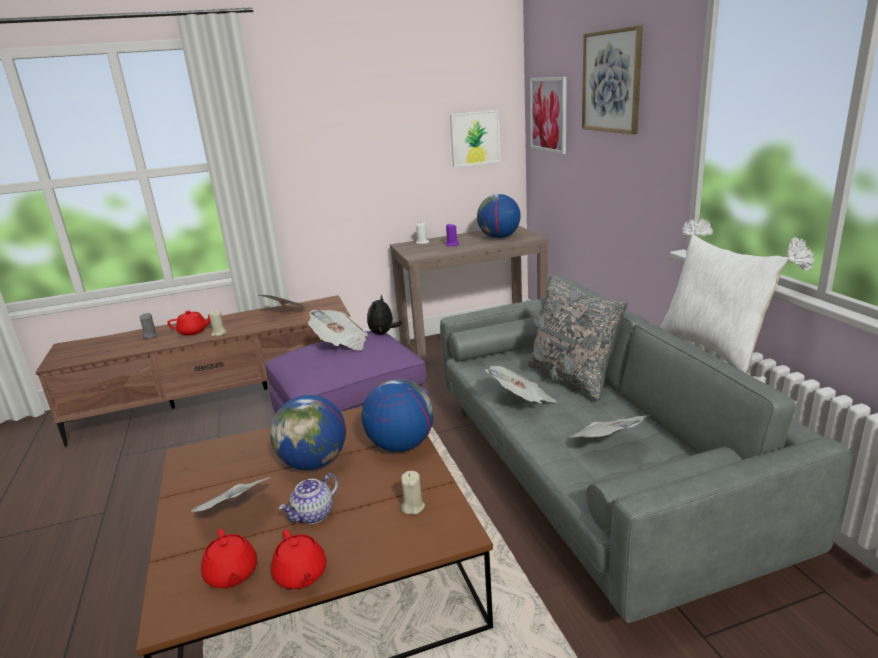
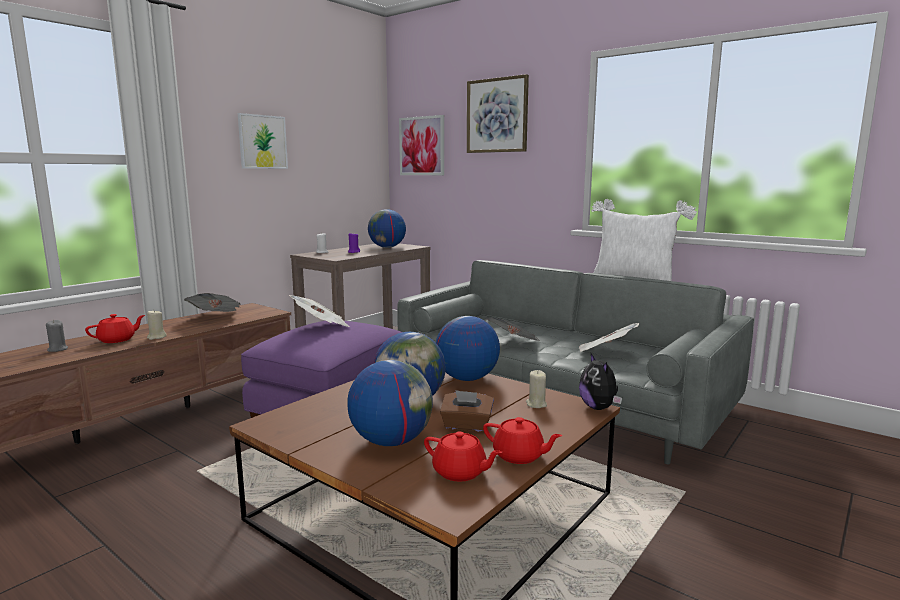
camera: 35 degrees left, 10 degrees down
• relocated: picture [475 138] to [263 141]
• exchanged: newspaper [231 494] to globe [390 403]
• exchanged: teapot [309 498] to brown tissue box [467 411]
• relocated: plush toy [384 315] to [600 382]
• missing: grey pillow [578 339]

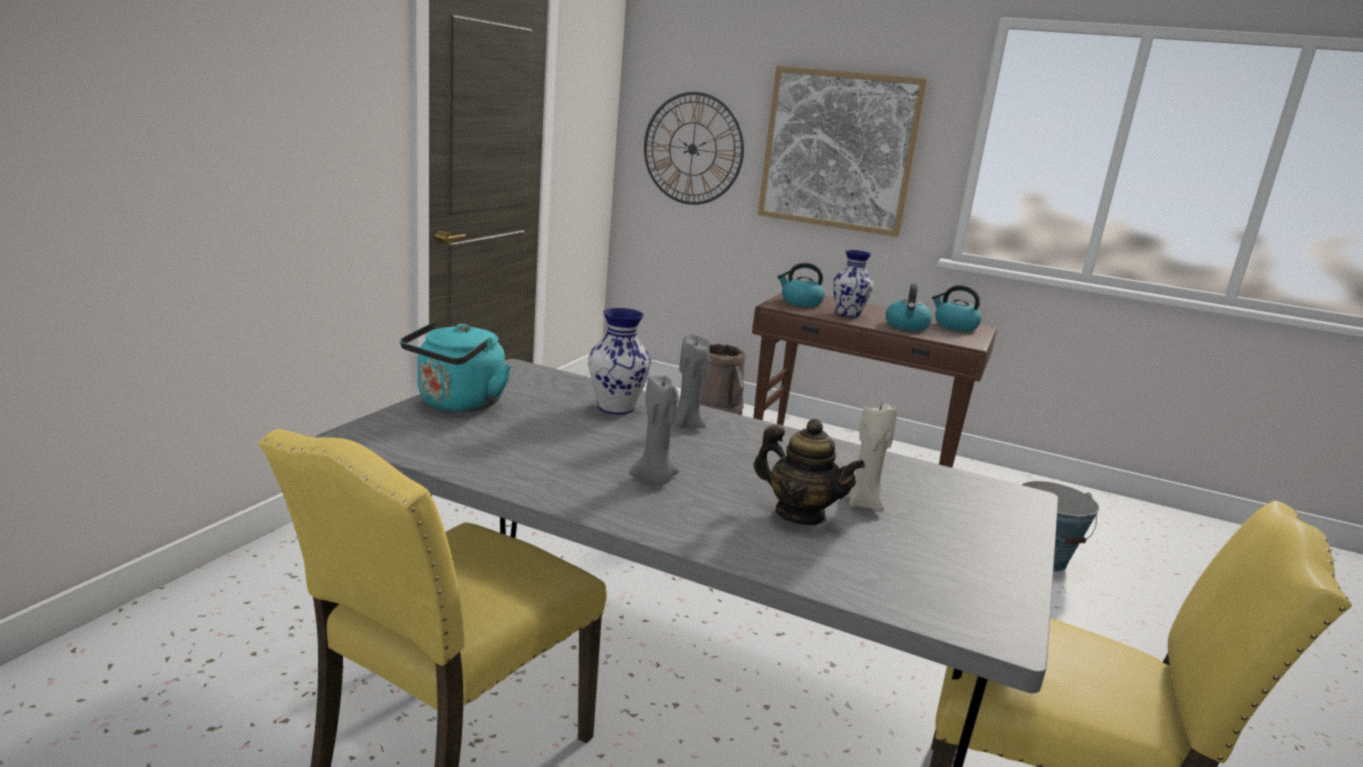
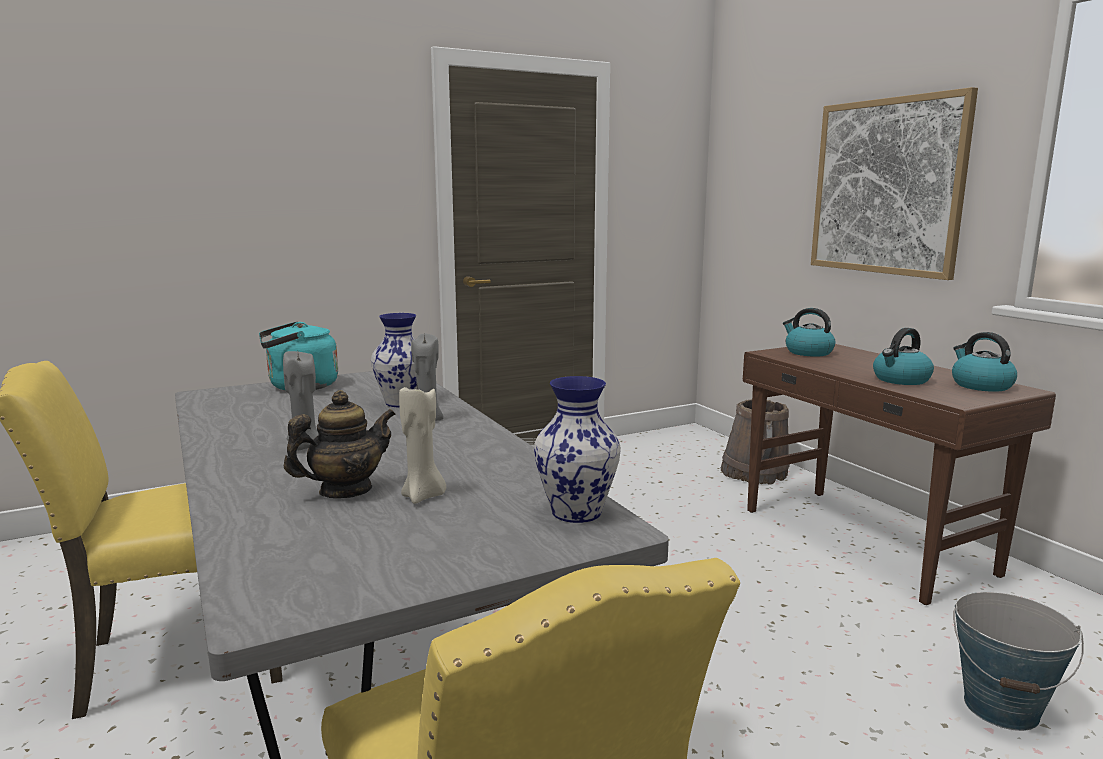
camera: 40 degrees right, 5 degrees down
• spun: teapot [809 472] = [340 444] 105 degrees counterclockwise
• relocated: vase [853 283] to [577 449]
• missing: wall clock [694 148]

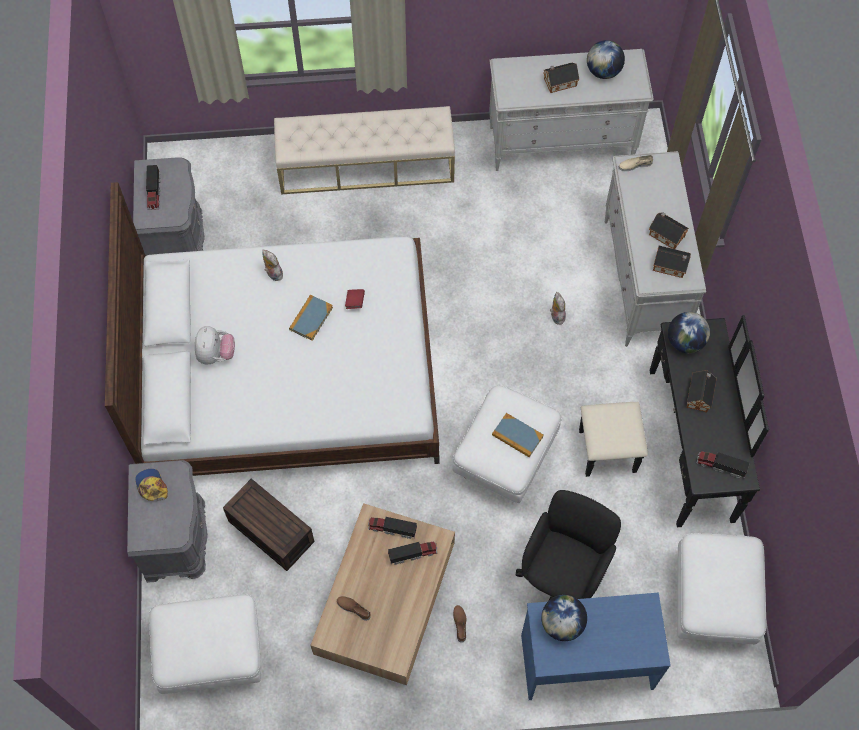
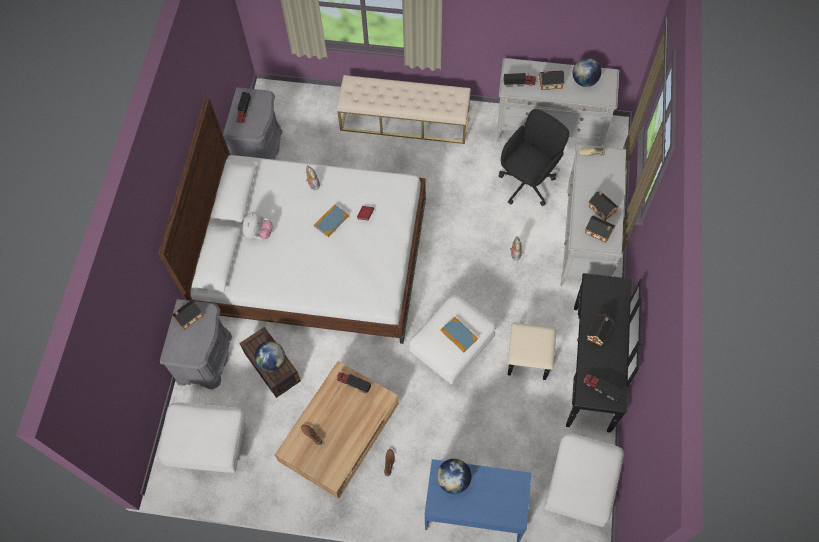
camera: 15 degrees right, 0 degrees up
• exchanged: cap [151 485] to toy house [188 315]
• relocated: globe [689 332] to [269 356]
• relocated: black office chair [568 545] to [534 157]
• relocated: toy truck [413 553] to [520 80]

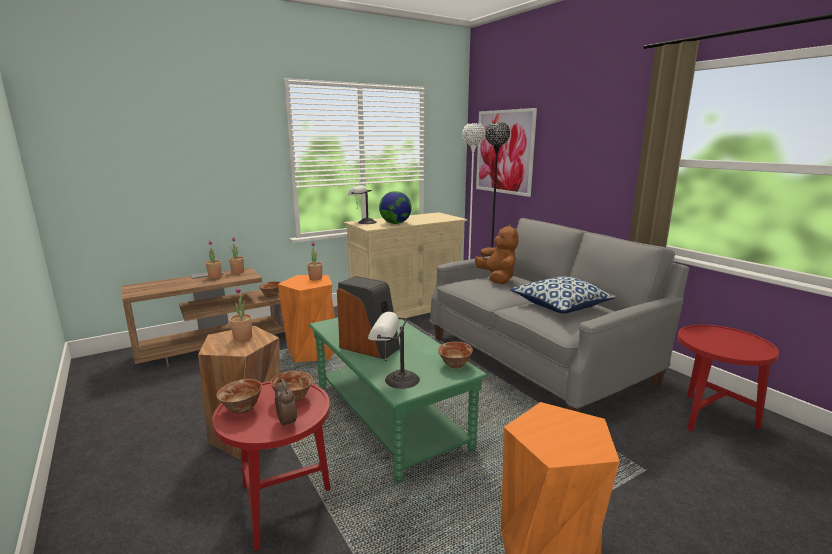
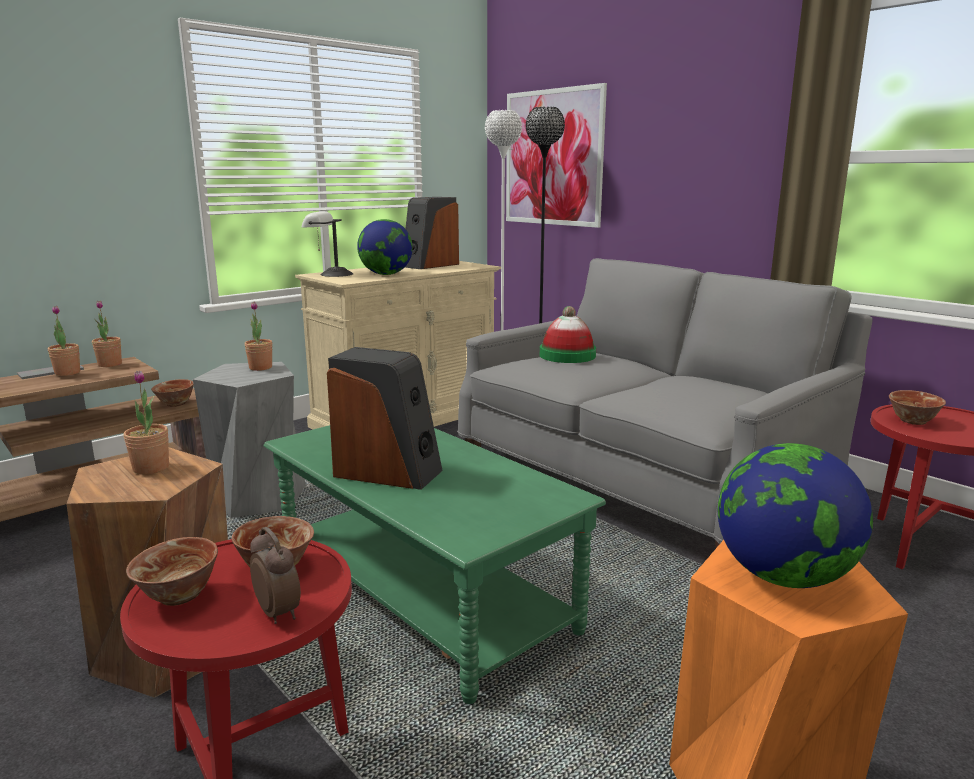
camera: 10 degrees left, 0 degrees up
• colour: orange stool [306 318] to grey stool [249 440]
• appeared: speaker [432 233]
• exchanged: brown plush toy [497 254] to hat [568 334]
• appeared: globe [795 515]
• relocated: bowl [455 355] to [917 407]
• missing: table lamp [394 350]
• missing: pillow [563 295]

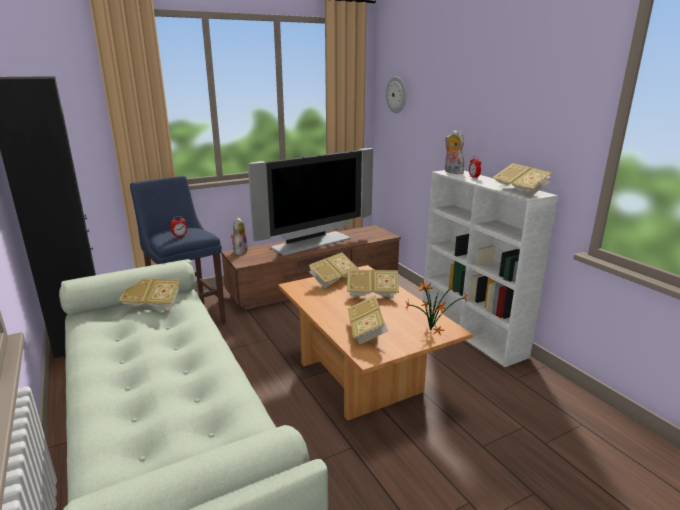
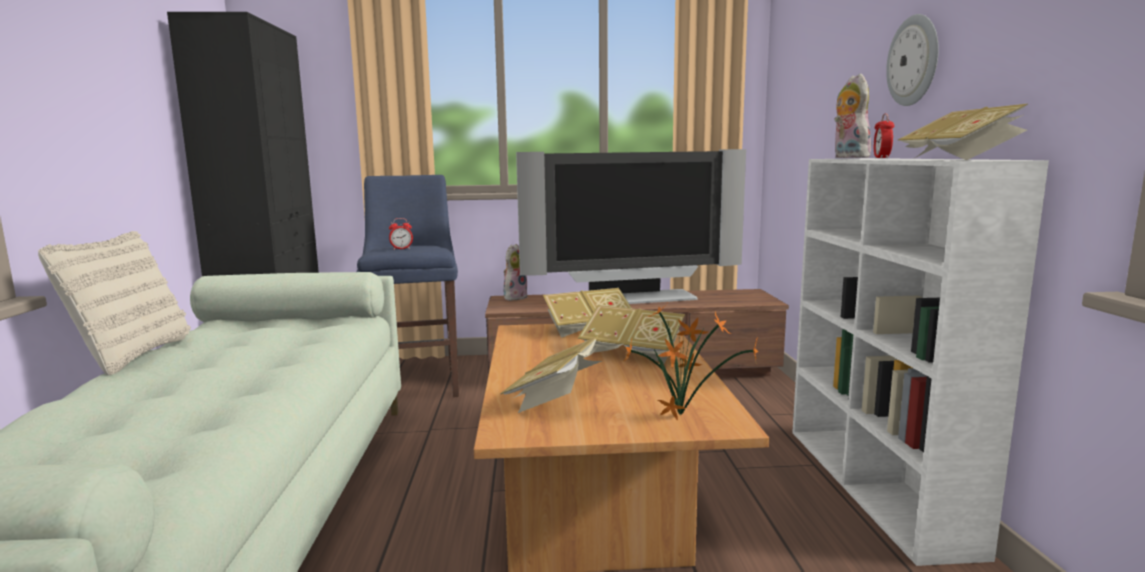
camera: 25 degrees right, 10 degrees down
• appeared: beige pillow [114 303]
• relocated: wall clock [396 95] to [912 60]
• missing: book [149 294]

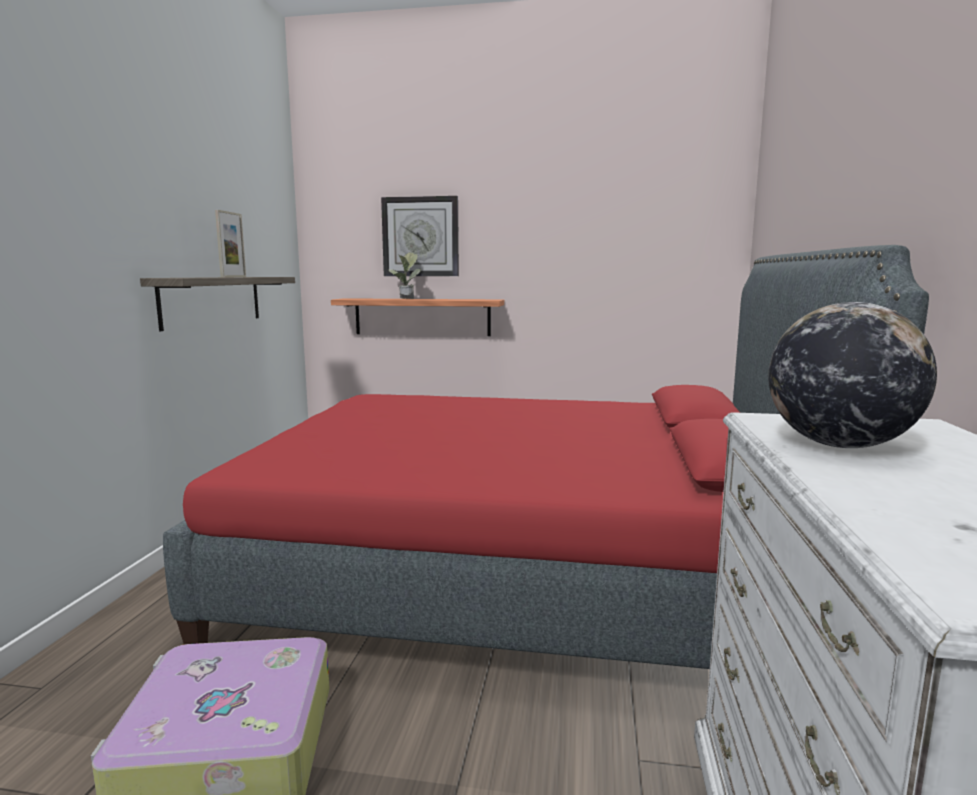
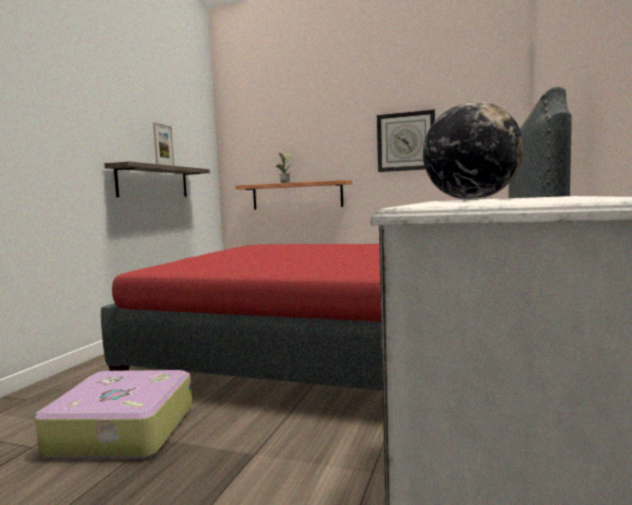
camera: 10 degrees right, 5 degrees down
• relocated: wall clock [420 236] to [406 140]

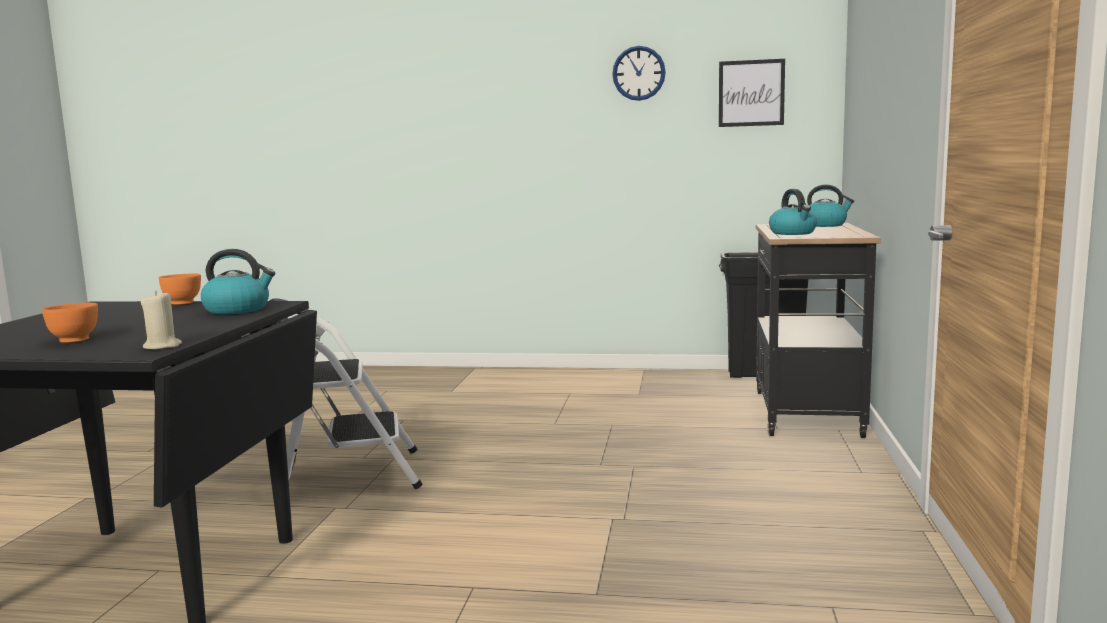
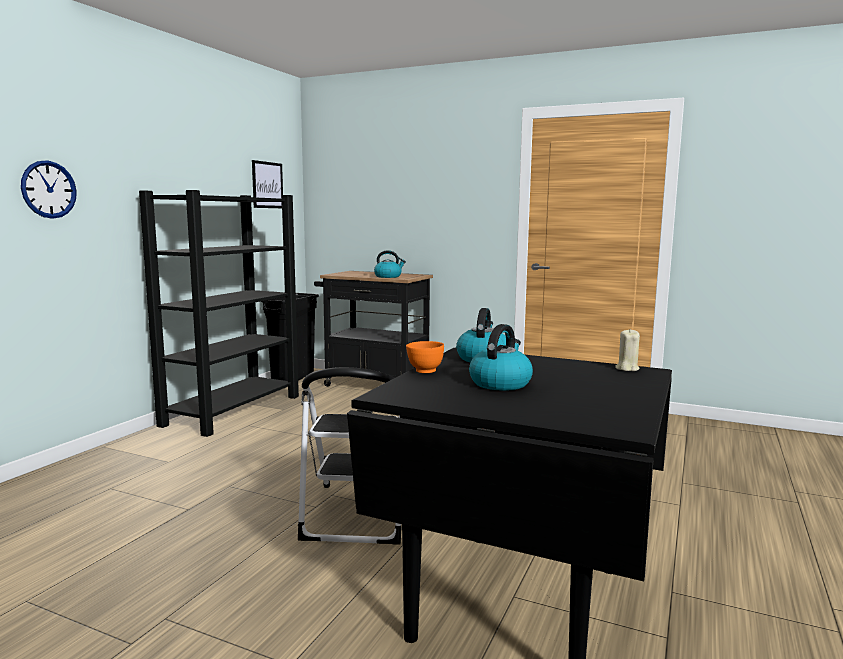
camera: 75 degrees left, 0 degrees up
• relocated: wall clock [639 73] to [49 189]
• appeared: black bookcase [219 313]
• relocated: kettle [830 205] to [501 357]
• missing: orange bowl [70 323]

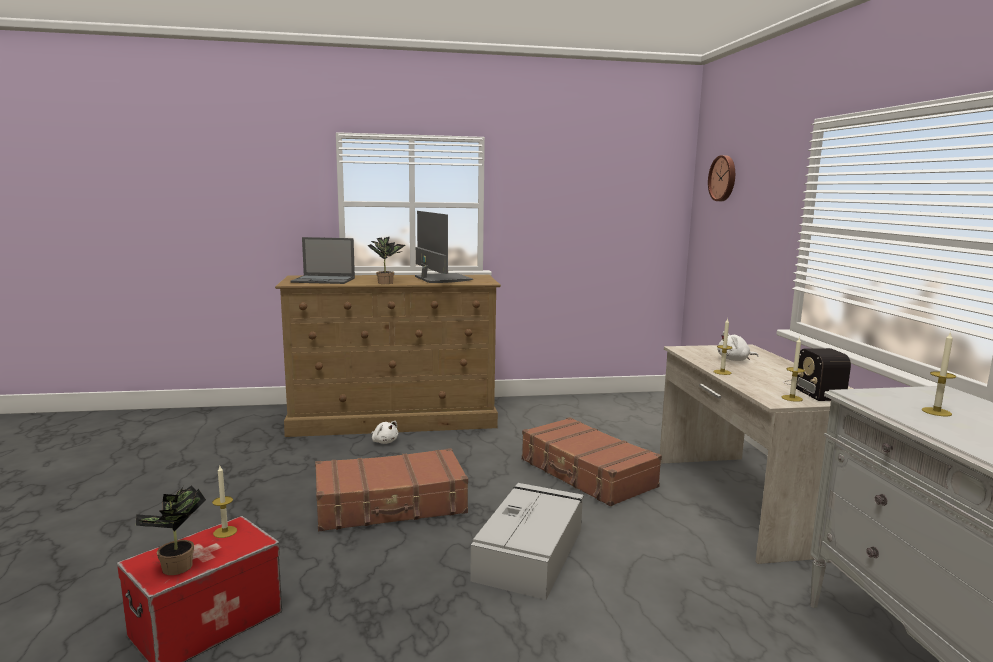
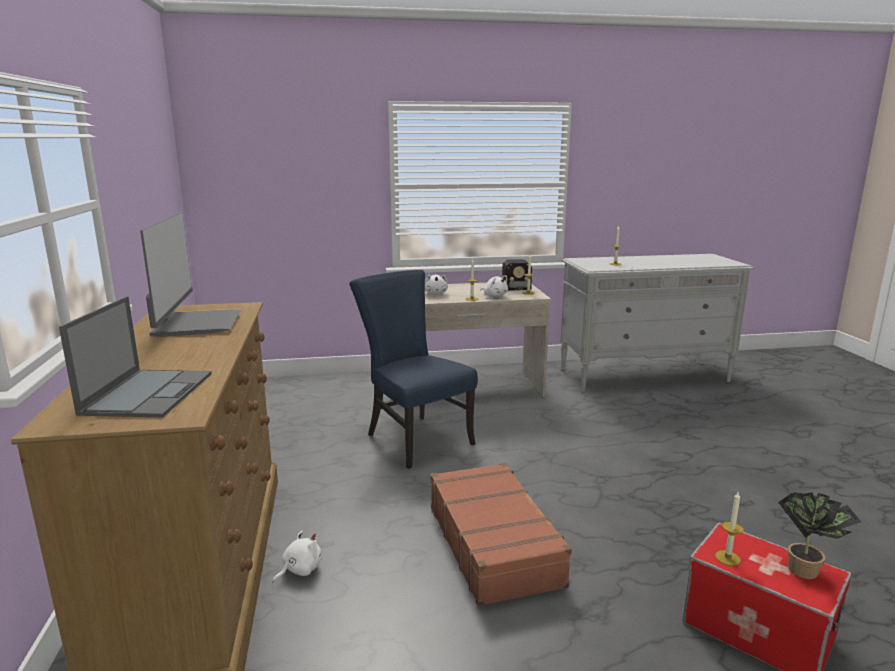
camera: 90 degrees left, 5 degrees up
• spun: monitor [444 247] = [190 274] 105 degrees clockwise
• exchanged: brown suitcase [592 461] to blue chair [413 369]
• appeared: white plush toy [494 286]
• missing: potted plant [386 260]
• missing: grey storage box [527 541]
• missing: wall clock [721 178]

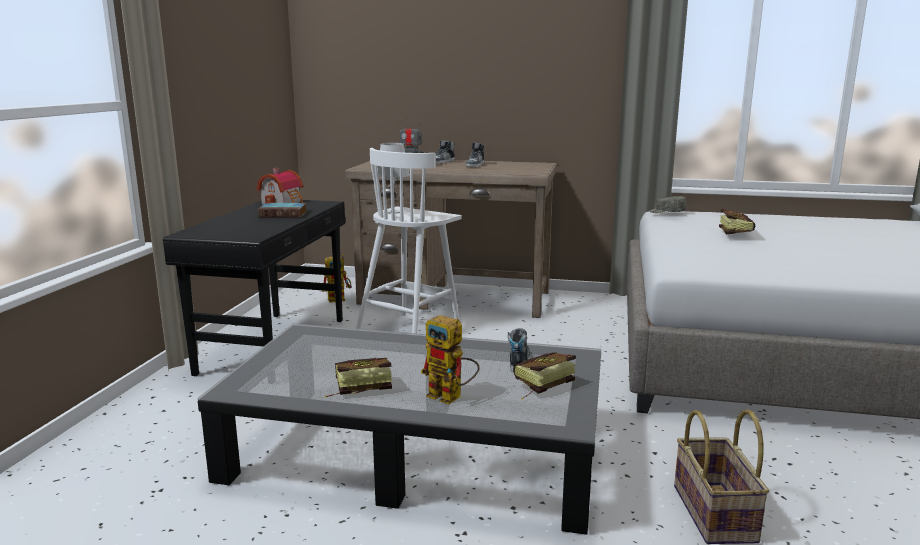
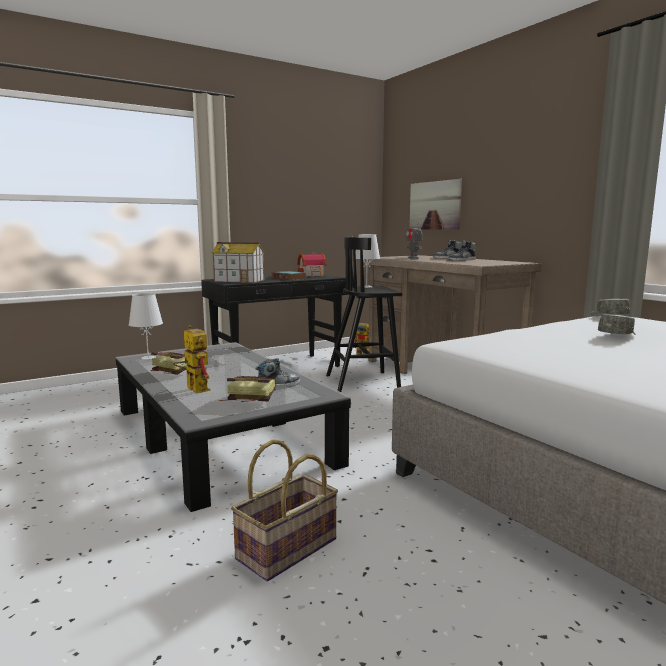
camera: 45 degrees right, 5 degrees down
• appeared: white table lamp [146 327]
• spun: toy robot [450 360] = [191 359] 150 degrees clockwise
• appeared: toy house [238 262]
• colour: white stool [409 241] to black stool [364 314]
• appeared: picture [435 204]
• exchanged: book [737 222] to grey cap [617 324]

